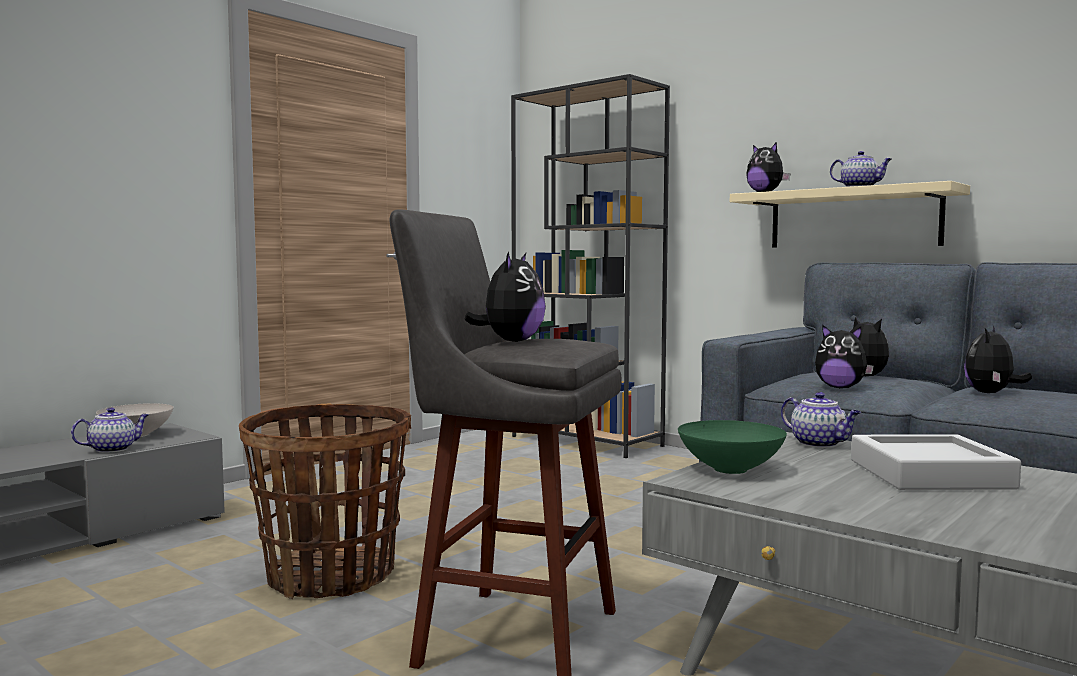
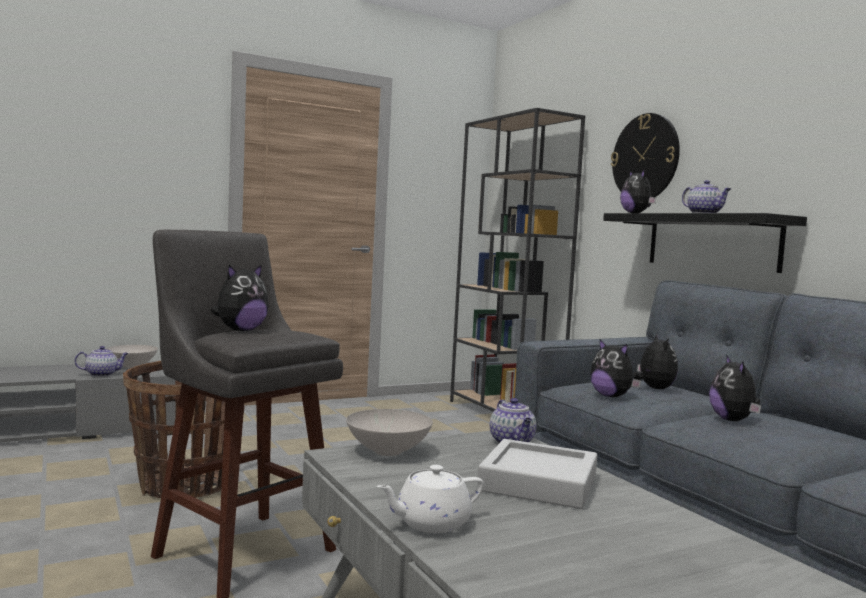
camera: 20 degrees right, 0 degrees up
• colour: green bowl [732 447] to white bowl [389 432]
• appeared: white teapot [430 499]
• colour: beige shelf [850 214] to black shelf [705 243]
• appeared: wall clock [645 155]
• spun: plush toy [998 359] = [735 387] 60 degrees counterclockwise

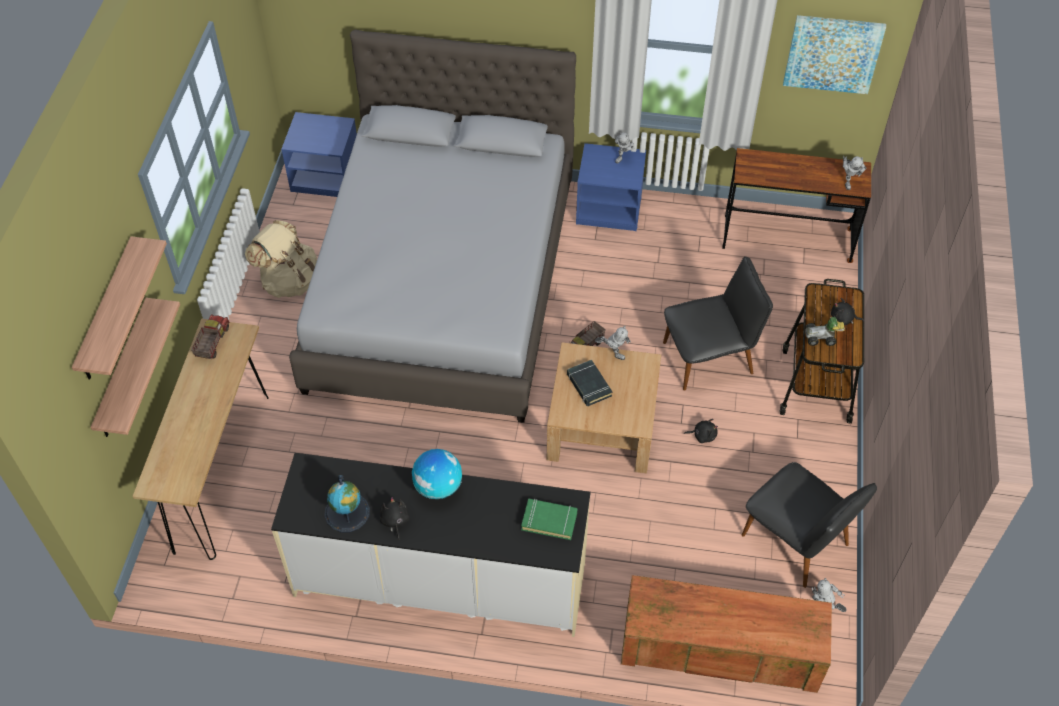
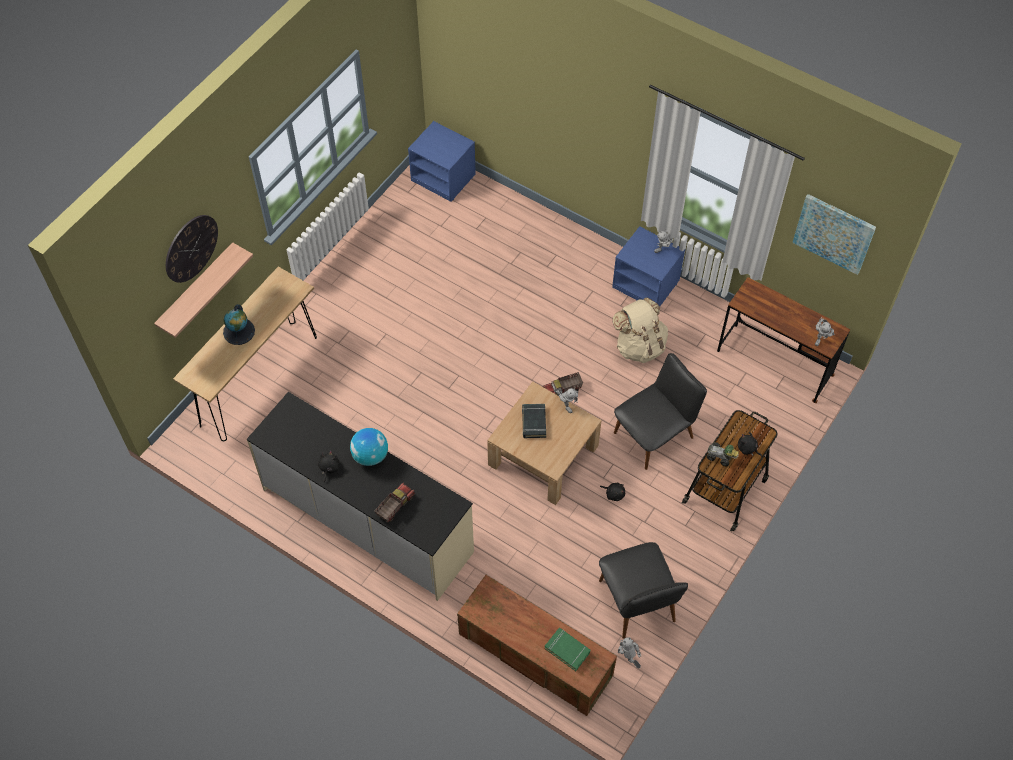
camera: 25 degrees right, 5 degrees up
• exchanged: shelf [119 308] to wall clock [192 249]
• relocated: globe [347 504] to [239 324]
• relocated: toy truck [210 336] to [395 503]
• relocated: green book [549 519] to [567 649]
• relocated: beige backpack [281 259] to [640 330]
• spun: black chair [718 324] = [660 411] 45 degrees counterclockwise
• missing: grey bed [432 226]

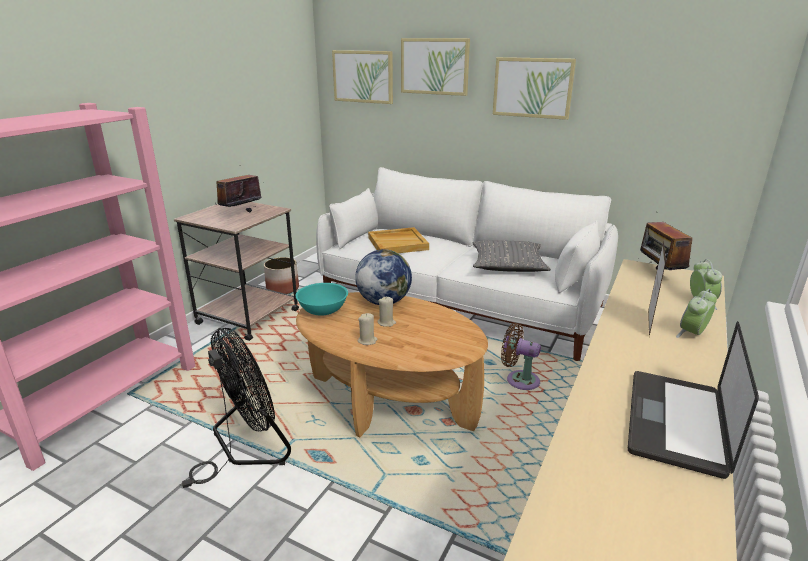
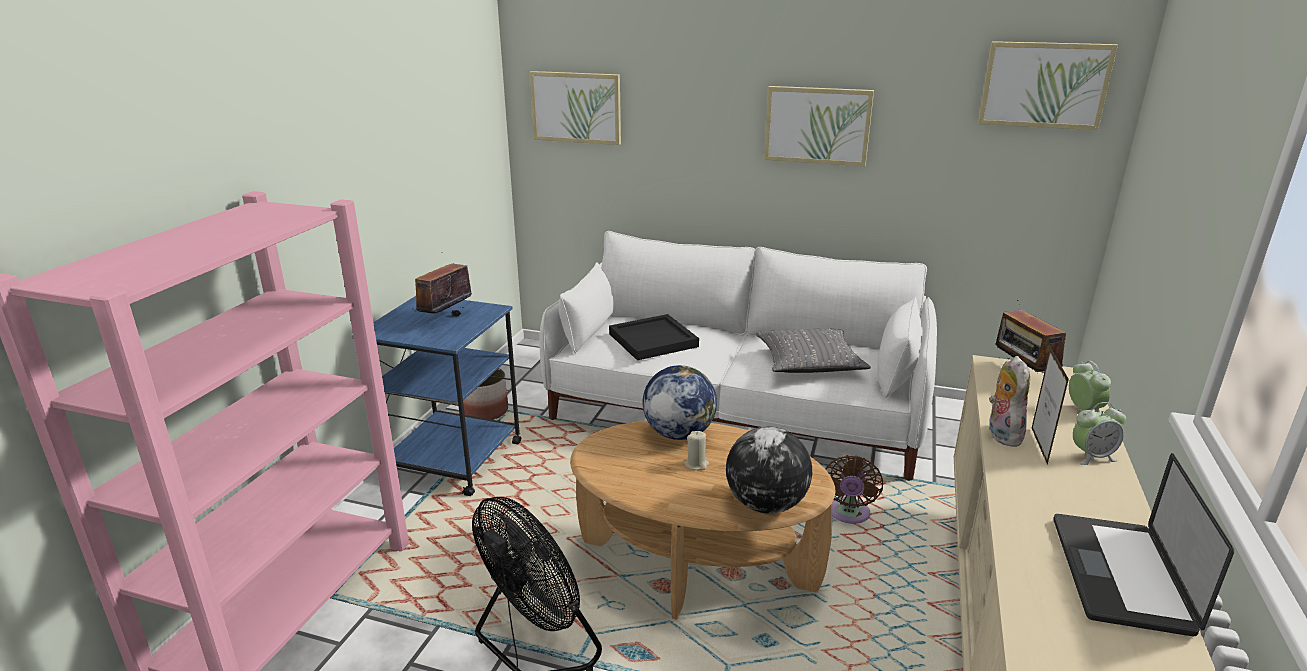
camera: 10 degrees left, 0 degrees up
• colour: brown cart [236 271] to blue cart [437 396]
• colour: beige tray [398 240] to black tray [654 337]
• appeared: globe [769 470]
• spun: brown fan [521 356] = [854 489] 90 degrees counterclockwise
• relocated: picture [435 67] to [1048 85]
• appeared: plush toy [1009 401]
• spun: alarm clock [696 313] = [1099 433] 135 degrees counterclockwise
• missing: turquoise bowl [322 299]
• missing: beige candle [367 329]

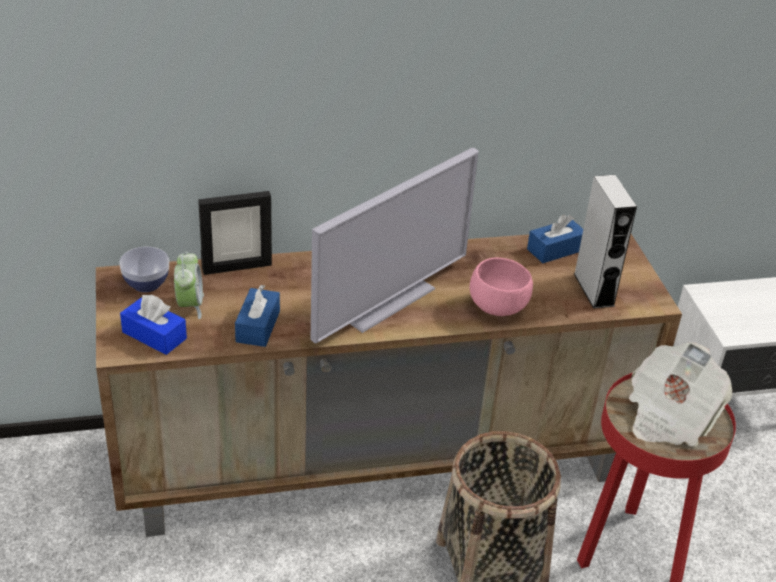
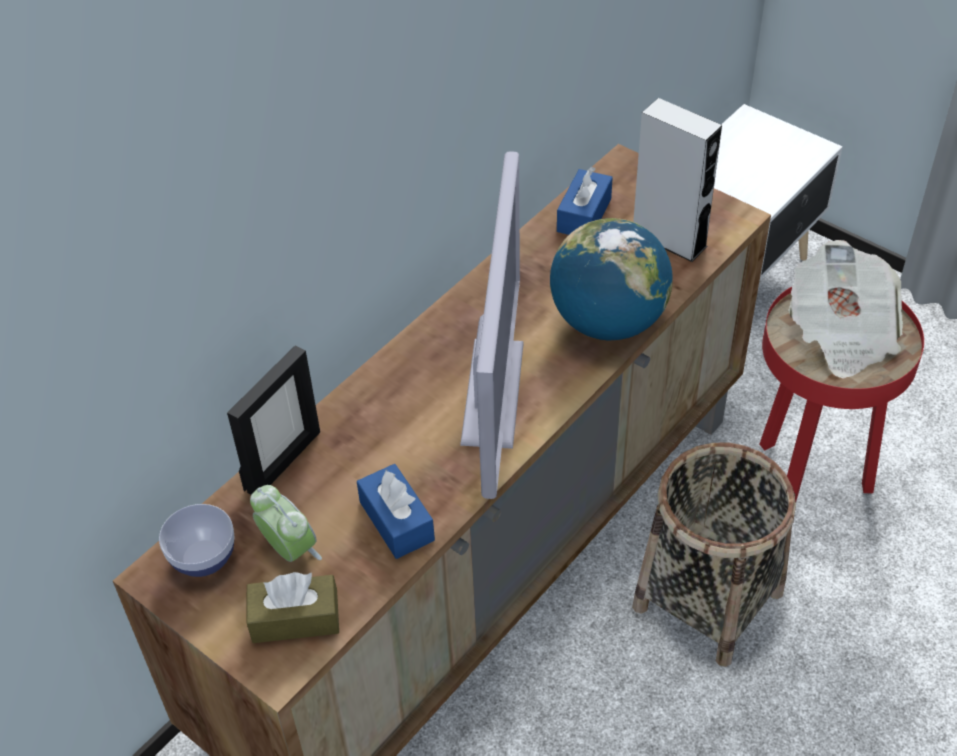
camera: 35 degrees left, 10 degrees up
• colour: blue tissue box [153 325] to brown tissue box [293 607]
• exchanged: pink bowl [501 287] to globe [611 279]

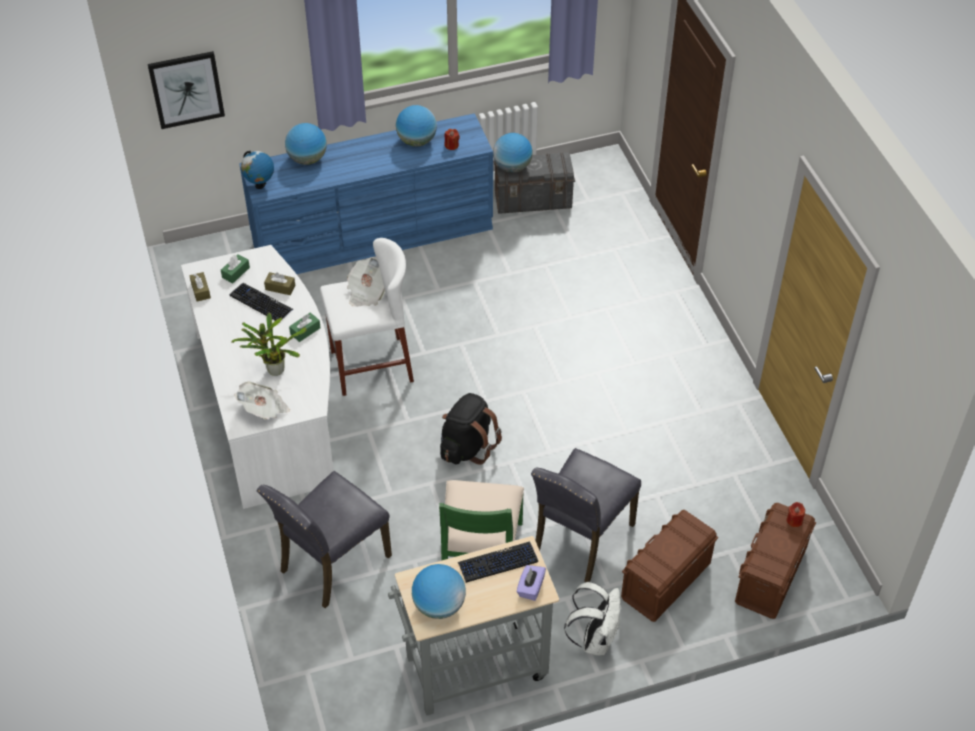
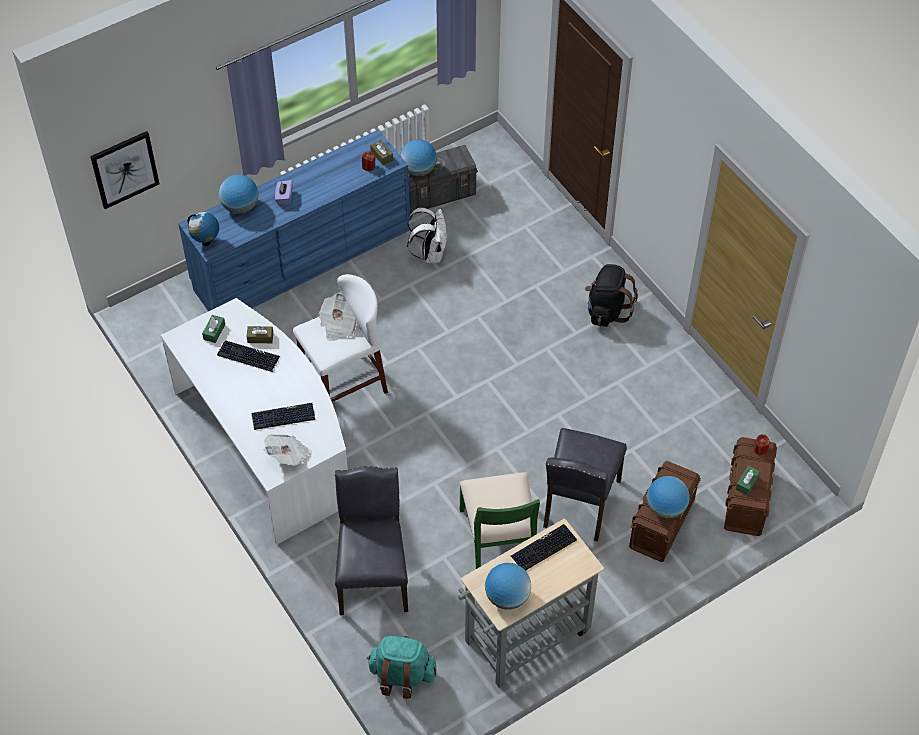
camera: 15 degrees left, 5 degrees up
• exchanged: potted plant [269 344] to keyboard [283 416]
• relocated: purple tissue box [531 583] to [283 192]
• spun: grey chair [324 539] = [371 540] 150 degrees clockwise
• appeared: turquoise backpack [402 667]
• relocated: brown tissue box [200 287] to [381 152]
• relocated: white backpack [592 619] to [427 235]
• relocated: black backpack [471 429] to [611 295]
• relocated: globe [416 126] to [668 497]
• relocated: green tissue box [305 327] to [748 480]

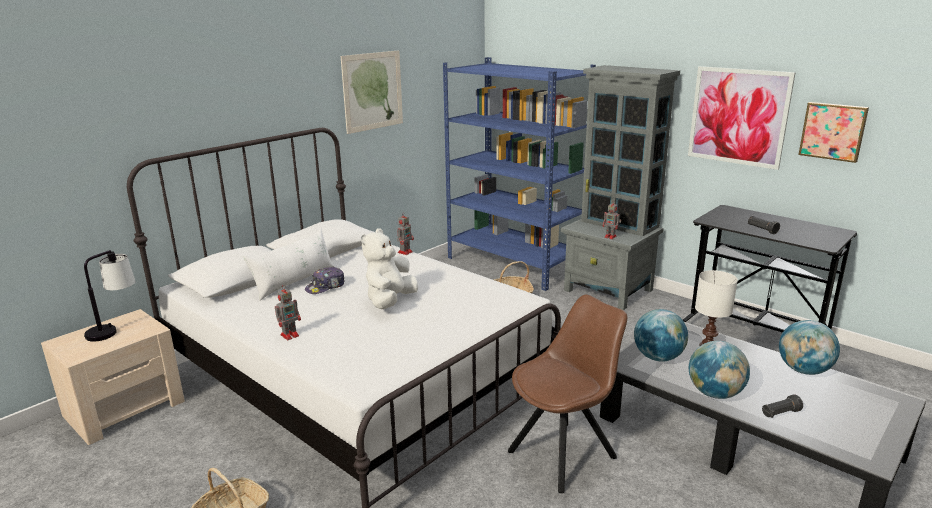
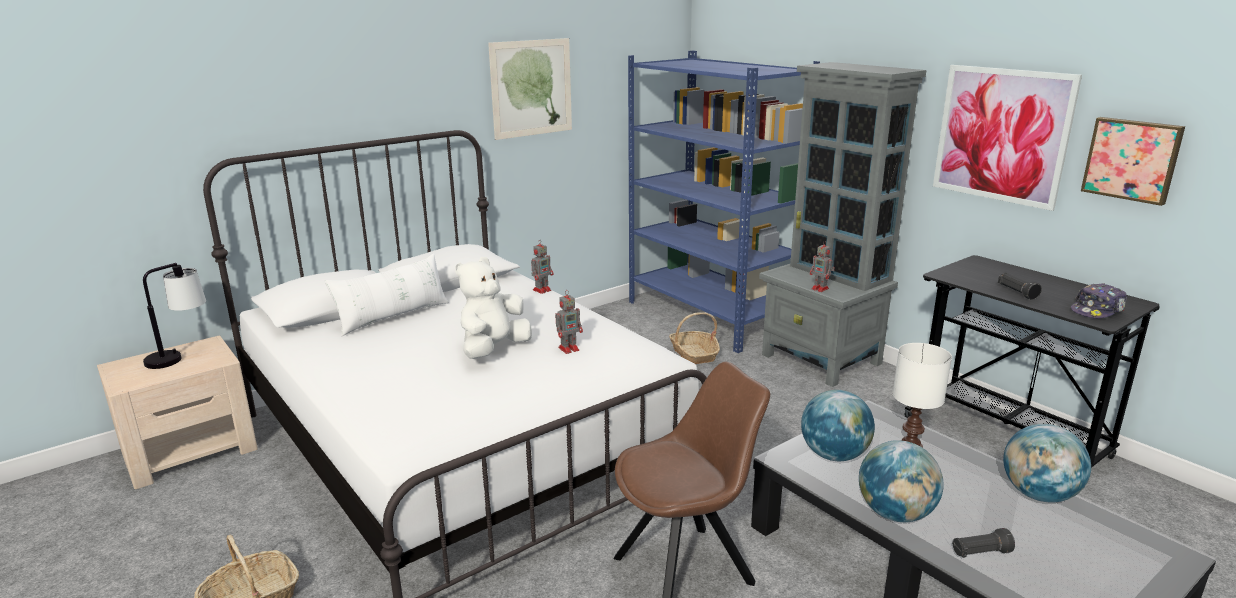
camera: 10 degrees right, 0 degrees up
• relocated: toy robot [288 312] to [569 322]
• relocated: cap [324 280] to [1099 300]

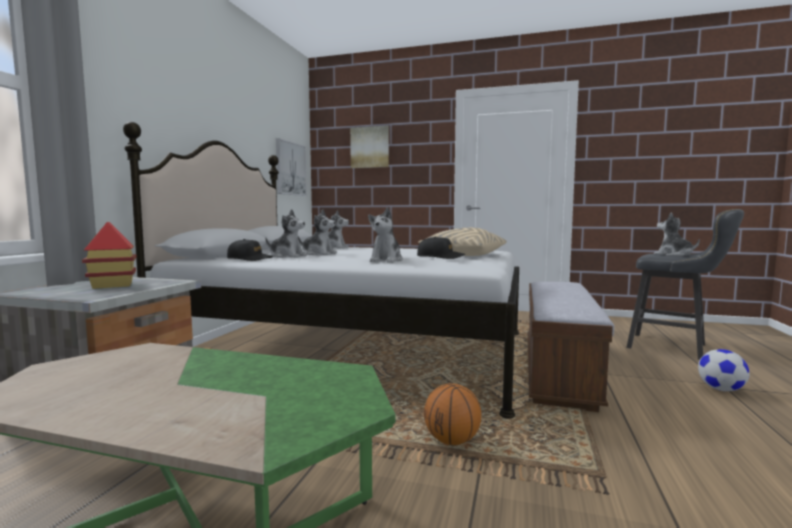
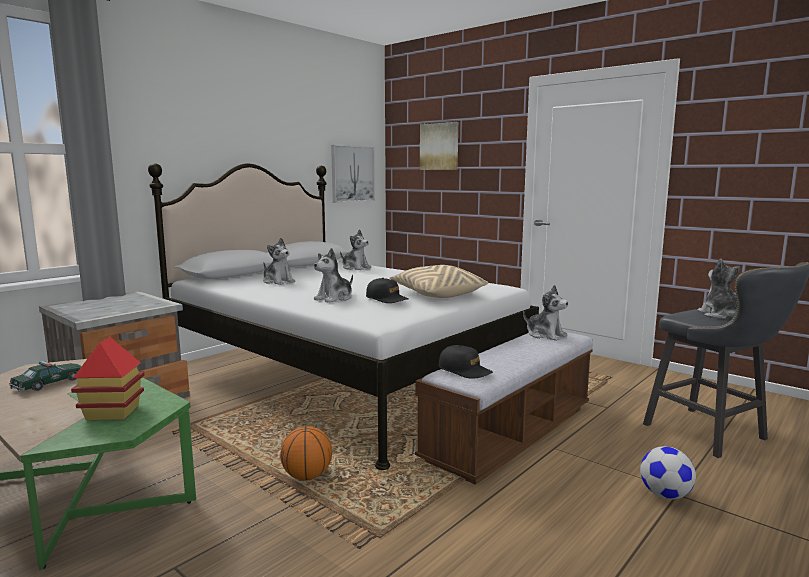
camera: 25 degrees right, 5 degrees up
• appeared: toy car [45 376]
• relocated: toy house [109 255] to [108 378]
• relocated: black cap [250 250] to [466 362]
• relocated: plush toy [317 232] to [545 313]

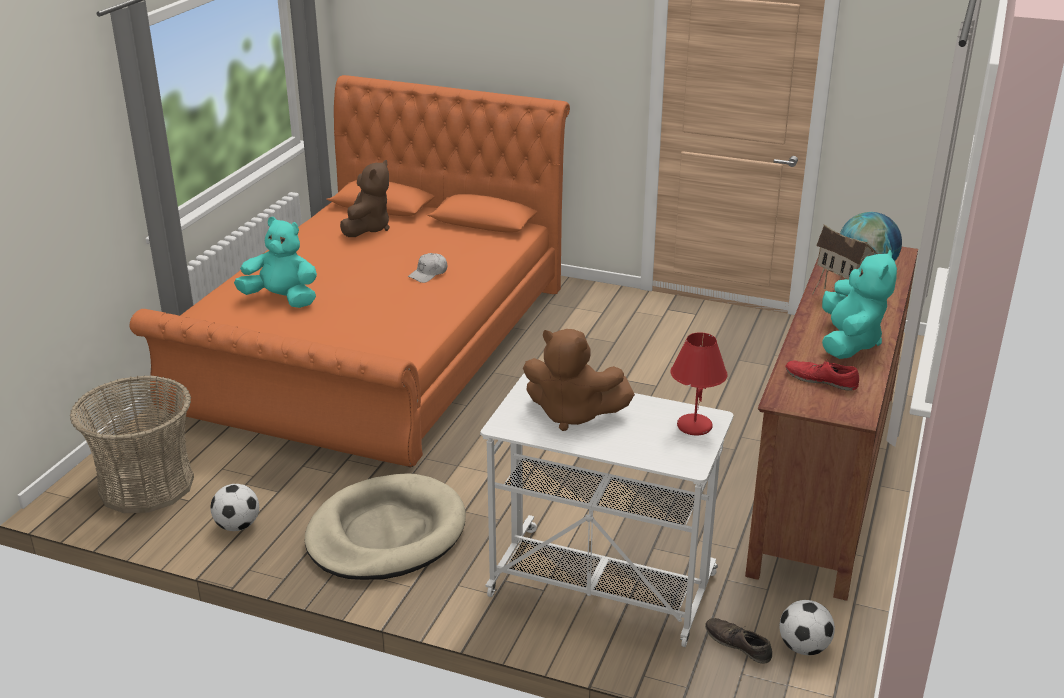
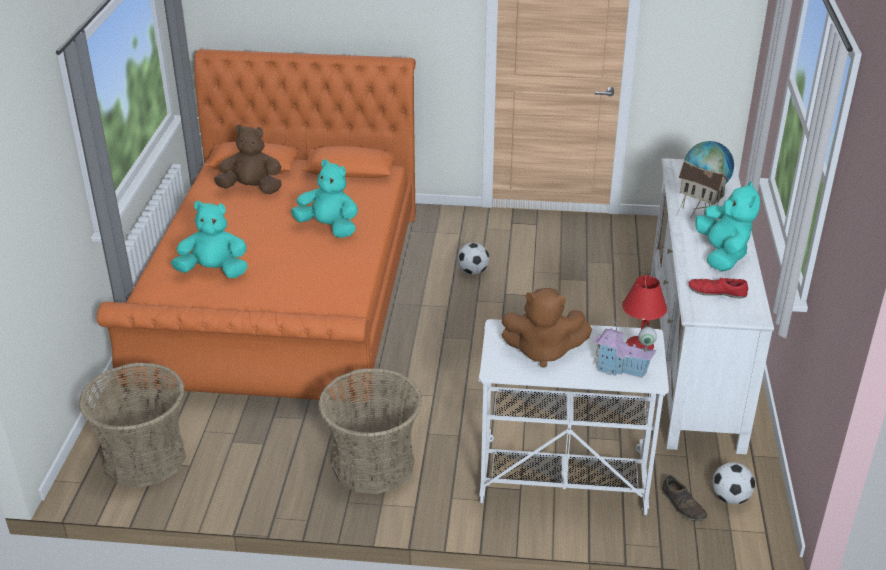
camera: 15 degrees left, 5 degrees up
• spun: brown plush toy [365 198] = [248 159] 90 degrees counterclockwise
• exchanged: white cap [427 268] to turquoise plush toy [324 198]
• exchanged: beige dog bed [385 526] to basket [370 431]
• relocated: football [234 507] to [473 258]
• appeared: toy house [624 348]
• colour: brown dresser [831 424] to white dresser [712 306]
• spun: brown shoe [738 641] = [684 498] 150 degrees counterclockwise

